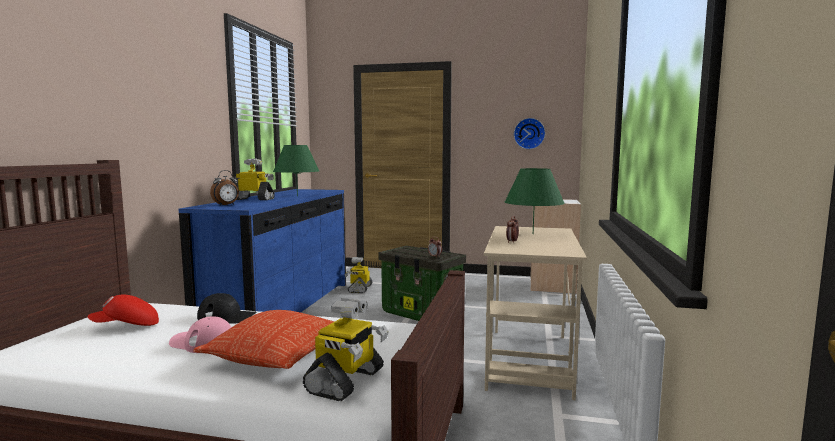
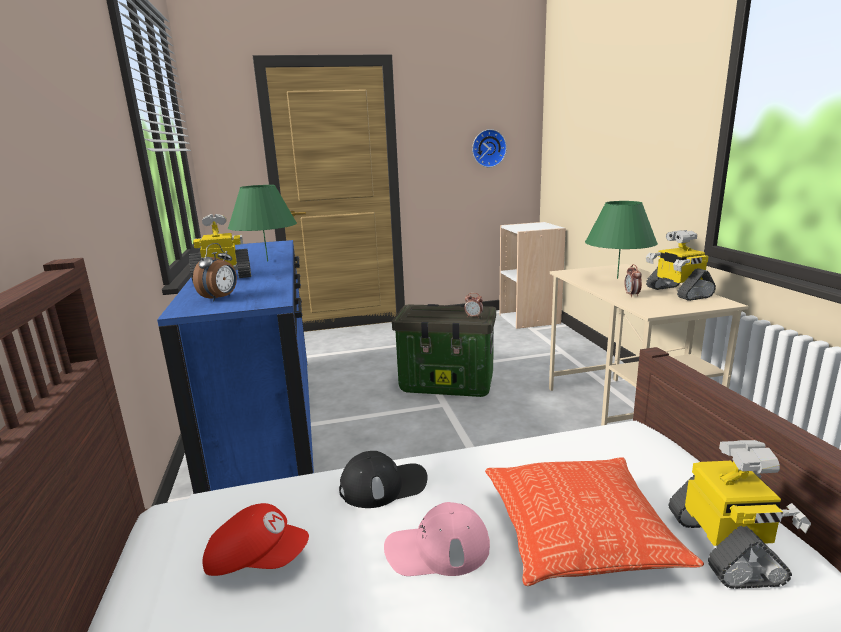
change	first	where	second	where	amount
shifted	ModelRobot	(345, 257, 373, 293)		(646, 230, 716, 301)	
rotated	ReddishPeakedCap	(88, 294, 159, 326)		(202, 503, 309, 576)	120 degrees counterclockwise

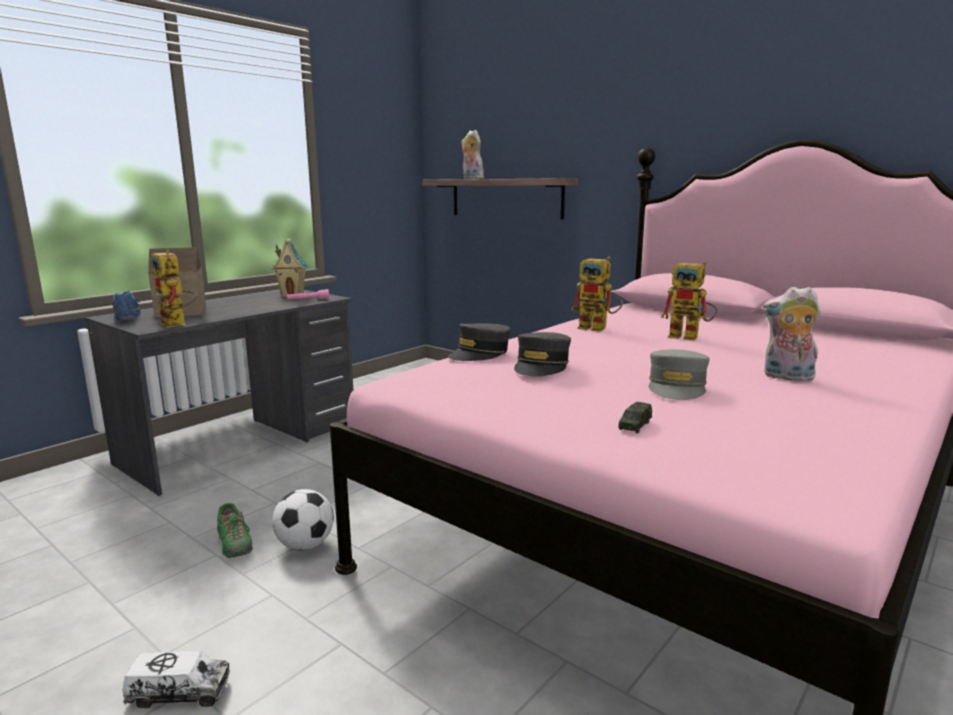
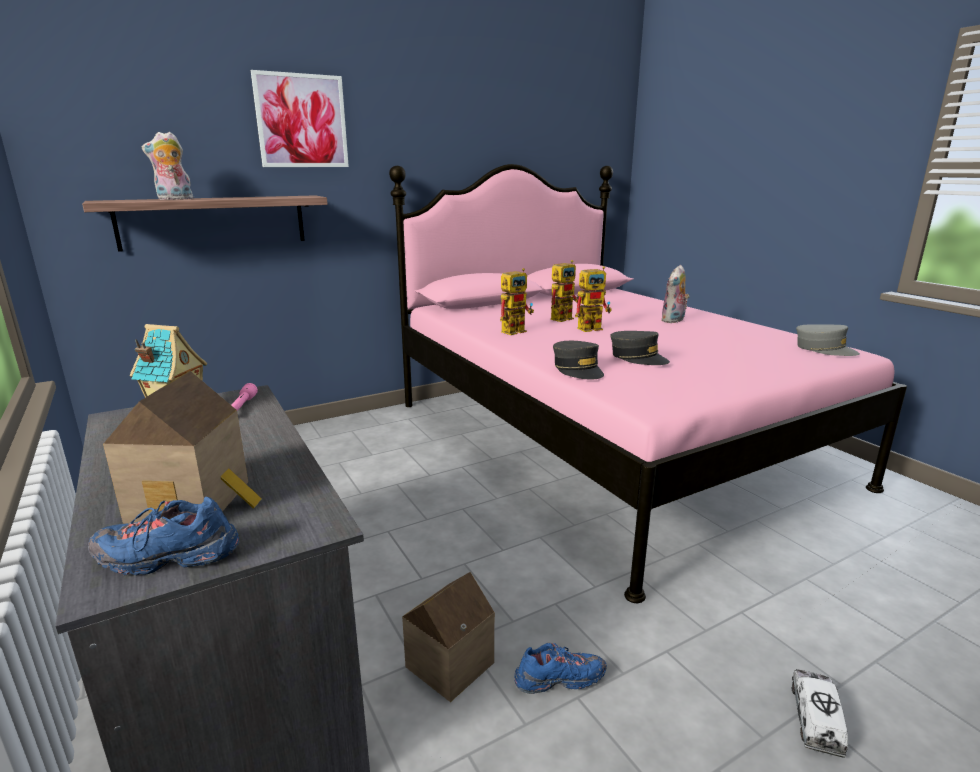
change	first	where	second	where	amount
gone	FootballBall	(272, 489, 334, 550)			
gone	ModelCar	(618, 402, 652, 433)			
new			Picture	(251, 70, 349, 167)	
new			MiniatureHouse	(402, 572, 495, 702)	
shifted	ModelRobot	(151, 251, 197, 328)		(575, 266, 612, 332)	
shifted	GrayPeakedCap	(648, 349, 710, 400)		(796, 324, 860, 356)	
repainted	GreenItemOfFootwear	(217, 503, 253, 558)	BlueColouredItemOfFootwear	(515, 643, 607, 694)	

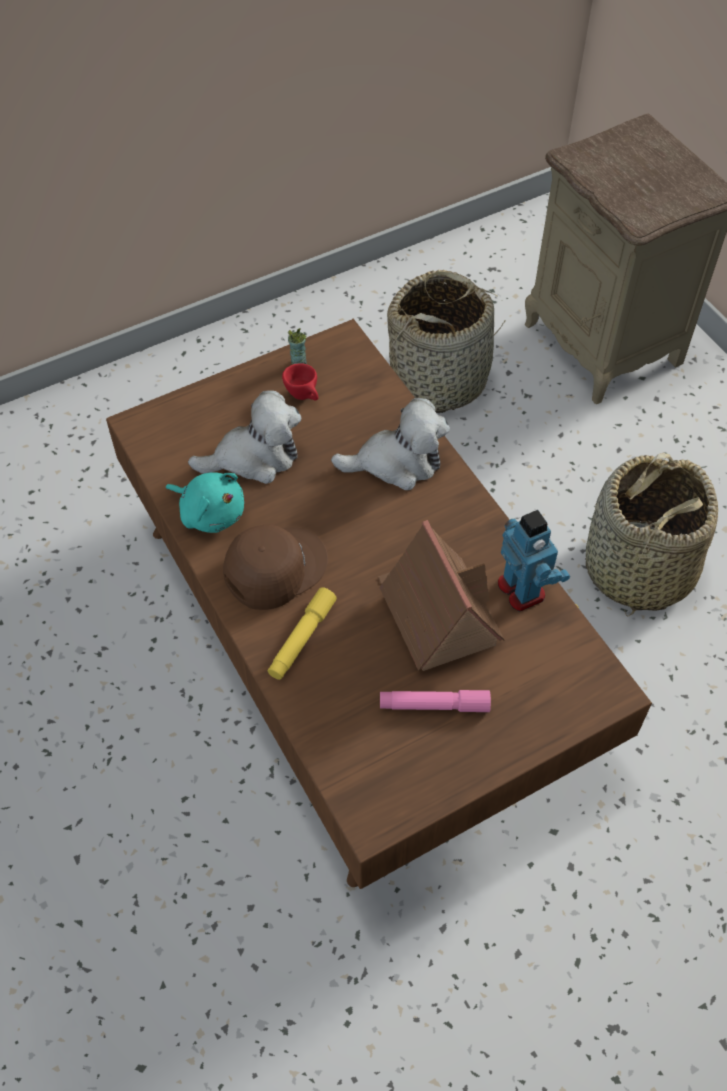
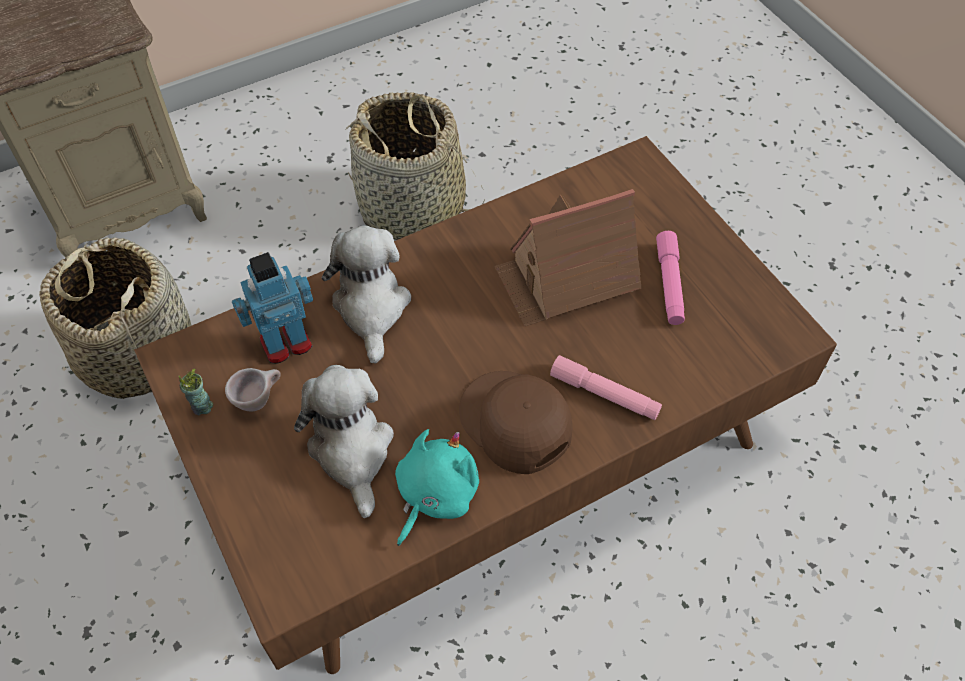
change	first	where	second	where	amount
shifted	ModelRobot	(498, 510, 570, 612)		(232, 252, 313, 364)	
repainted	YellowTorch	(268, 587, 337, 680)	PinkishTorch	(550, 355, 662, 420)	
repainted	ReddishCup	(282, 363, 319, 400)	BeigeColouredCup	(225, 368, 281, 412)	

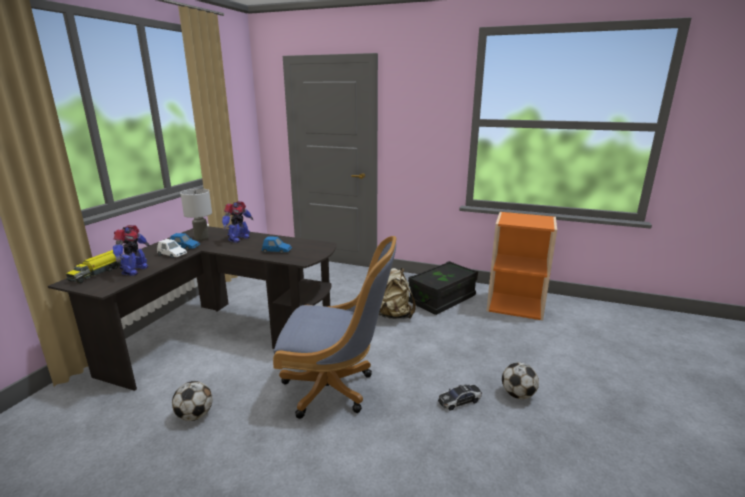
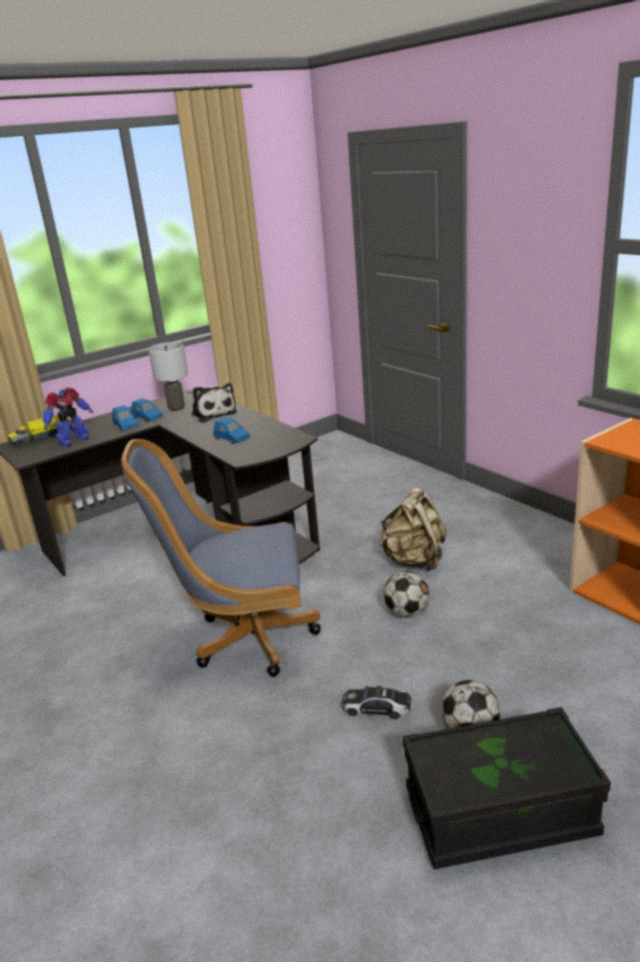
change	first	where	second	where	amount
shifted	FootballBall	(172, 381, 212, 421)		(384, 571, 430, 618)	
shifted	BlackishStorageBox	(408, 261, 478, 315)		(403, 707, 611, 869)	
swapped	ModelRobot	(222, 201, 253, 243)	SoftToy	(191, 383, 237, 423)	
repainted	WhitishModelCar	(157, 239, 187, 258)	BlueColouredModelCar	(112, 405, 138, 431)	
rotated	BlueColouredComputerChair	(273, 236, 396, 419)		(121, 439, 321, 677)	135 degrees clockwise

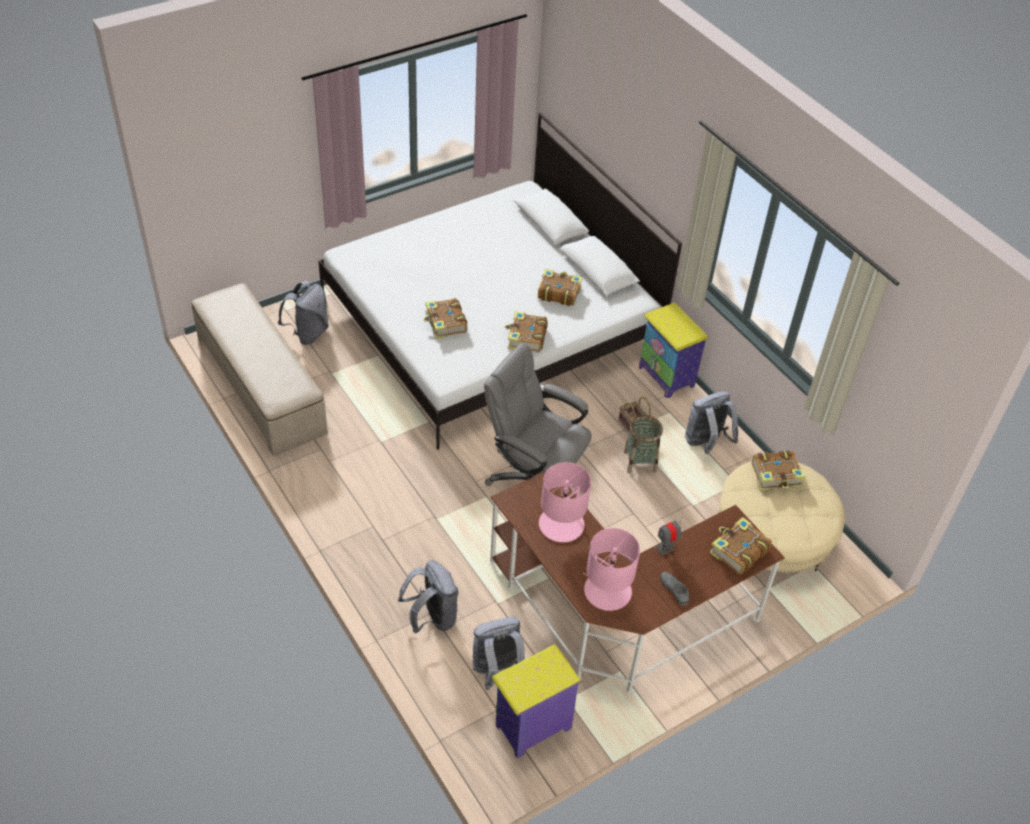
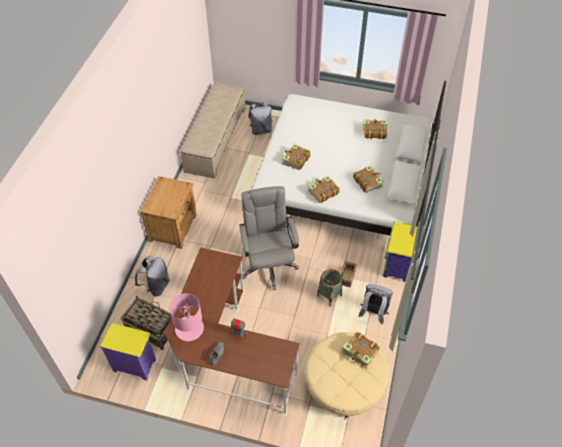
change	first	where	second	where	amount
gone	PinkishTableLamp	(539, 462, 591, 542)			
new			BrownColouredNightstand	(140, 176, 197, 249)	
shifted	BoundBook	(709, 517, 772, 575)		(363, 119, 387, 139)	
swapped	GrayKnapsack	(473, 617, 525, 690)	StorageBasket	(121, 296, 171, 350)	

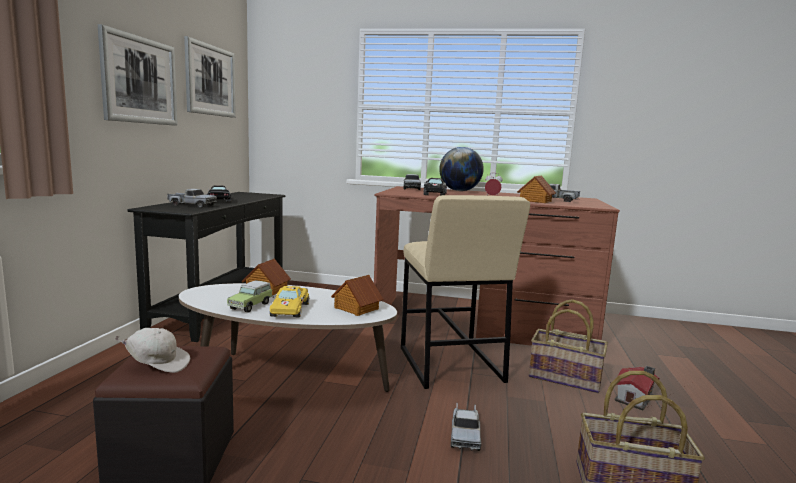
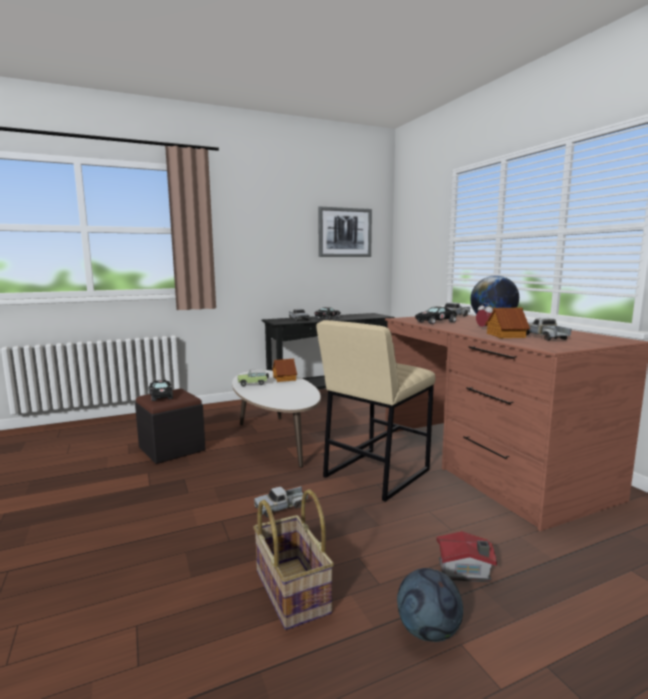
change	first	where	second	where	amount
gone	Picture	(98, 24, 178, 126)			
gone	YellowModelCar	(270, 286, 309, 317)			
gone	MiniatureHouse	(331, 275, 384, 316)			
gone	StorageBasket	(529, 299, 608, 393)			
new			FootballBall	(397, 568, 463, 642)	
swapped	WhitishPeakedCap	(115, 328, 190, 373)	BlackishModelCar	(149, 380, 173, 401)	

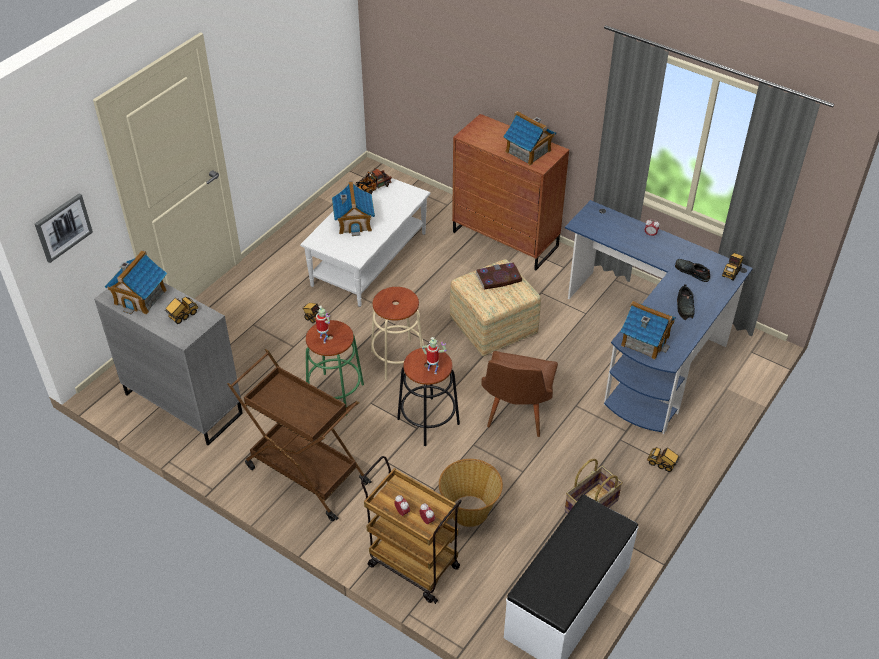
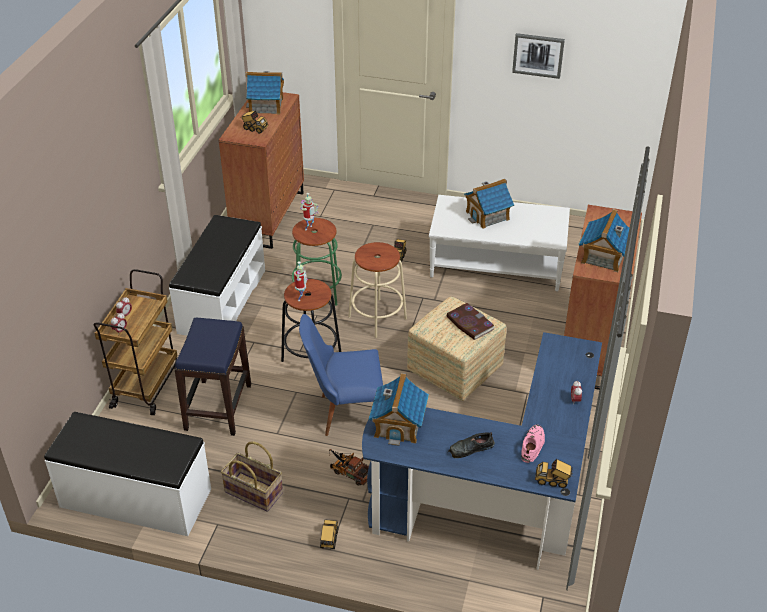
change	first	where	second	where	amount
shifted	Picture	(35, 193, 93, 263)		(512, 33, 565, 79)	
shifted	ModelTruck	(356, 168, 392, 194)		(329, 449, 369, 485)	
swapped	BrownColouredTrolley	(227, 349, 372, 521)	WhitishLongSeat	(169, 215, 265, 336)	
swapped	StorageBasket	(439, 459, 503, 527)	StoolSeat	(175, 318, 251, 436)	
repainted	GrayDrawerChest	(94, 282, 243, 445)	BrownColouredDrawerChest	(219, 92, 304, 249)	
repainted	BrownColouredChair	(481, 351, 558, 437)	BlueColouredChair	(299, 314, 383, 436)	
repainted	BlackishItemOfFootwear	(675, 259, 710, 282)	PinkishItemOfFootwear	(521, 425, 545, 463)	

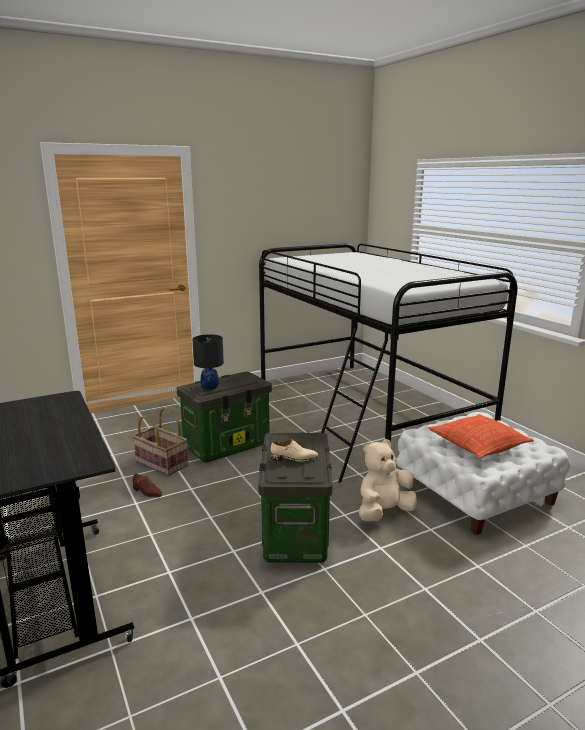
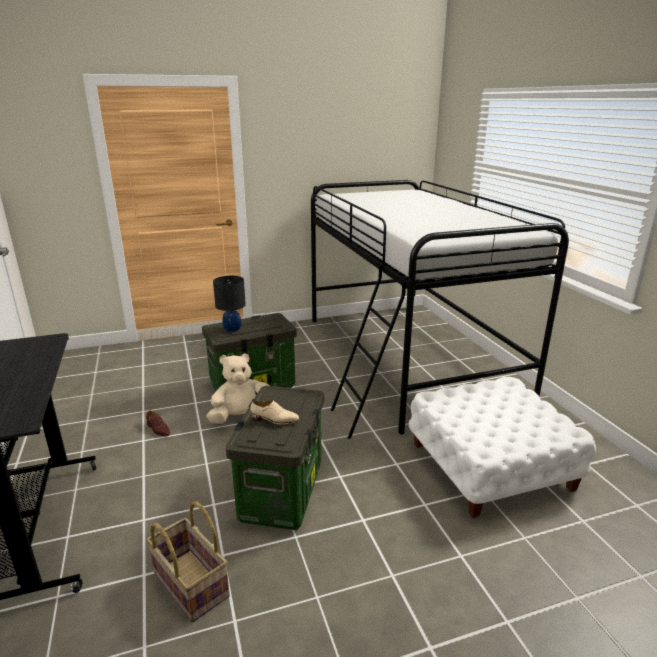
change	first	where	second	where	amount
gone	OrangeThrowPillow	(428, 414, 534, 458)			
shifted	StorageBasket	(132, 407, 188, 476)		(146, 502, 230, 622)	
shifted	BeigeColouredSoftToy	(359, 439, 417, 522)		(206, 353, 270, 424)	

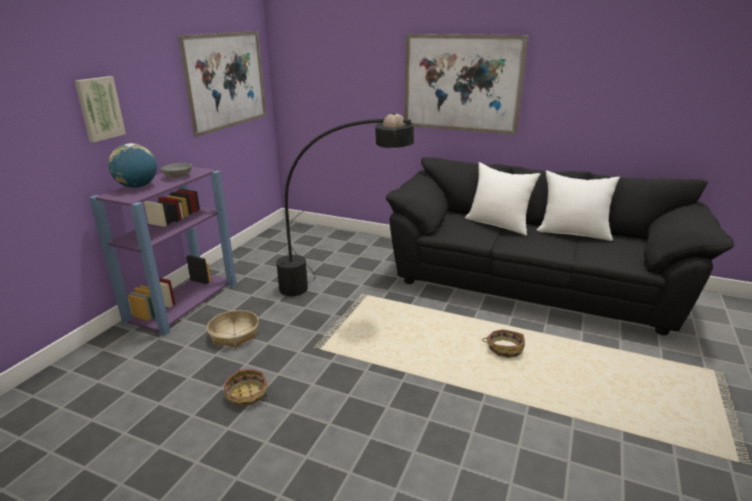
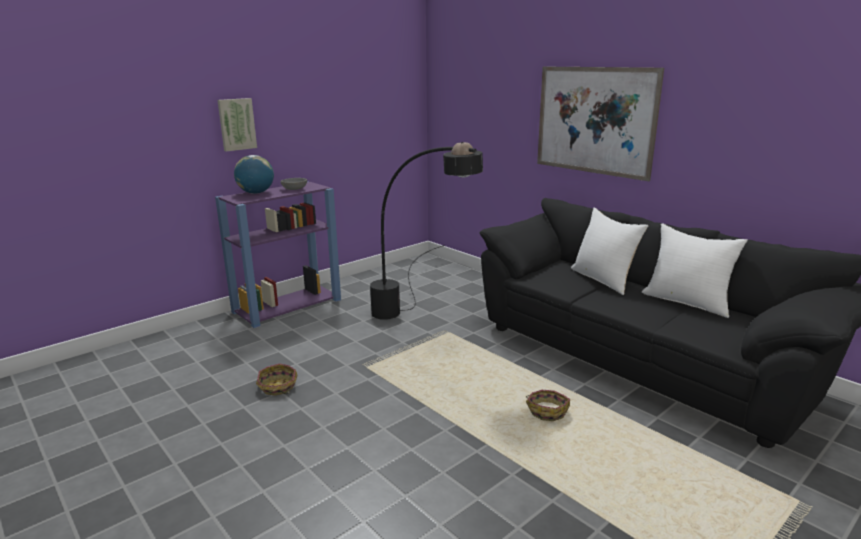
change	first	where	second	where	amount
gone	Picture	(178, 31, 267, 137)			
gone	StorageBasket	(207, 310, 259, 348)			

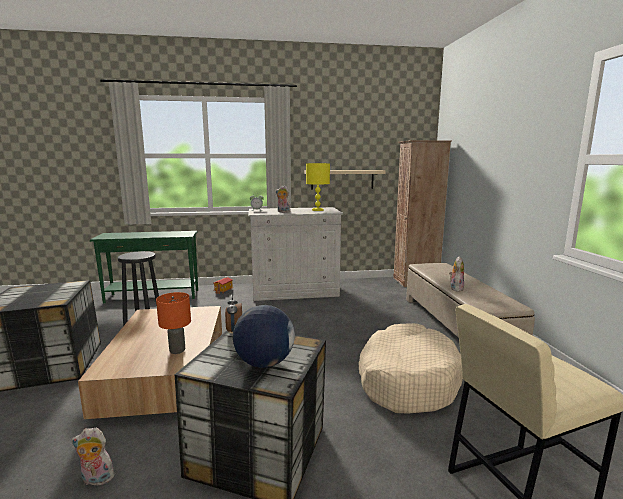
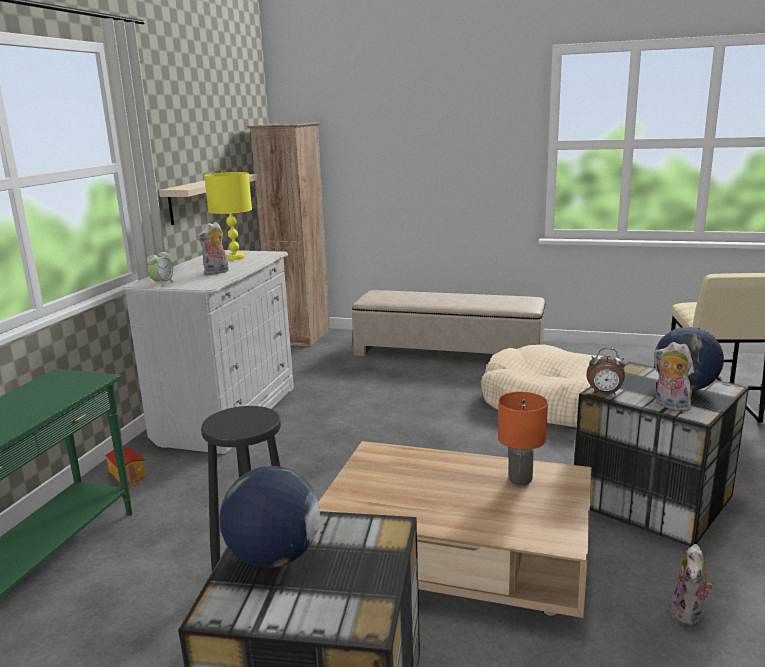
change	first	where	second	where	amount
new			DeskGlobe	(220, 466, 320, 568)	
shifted	SoftToy	(449, 256, 464, 292)		(655, 342, 693, 411)	

